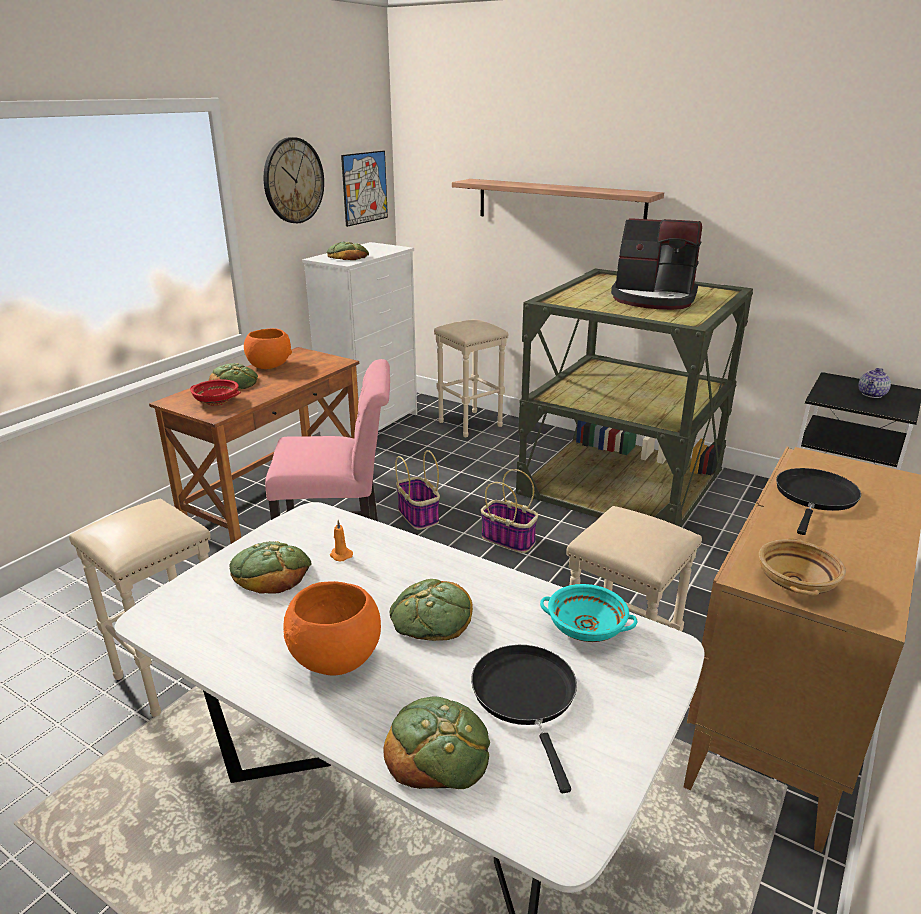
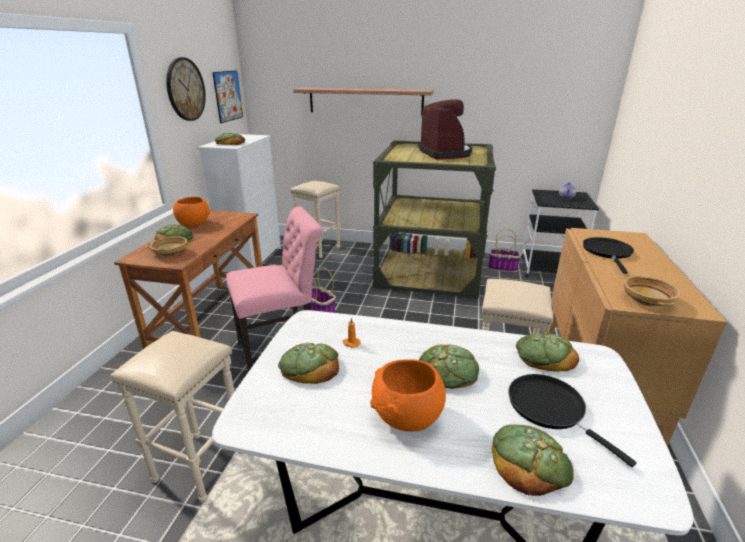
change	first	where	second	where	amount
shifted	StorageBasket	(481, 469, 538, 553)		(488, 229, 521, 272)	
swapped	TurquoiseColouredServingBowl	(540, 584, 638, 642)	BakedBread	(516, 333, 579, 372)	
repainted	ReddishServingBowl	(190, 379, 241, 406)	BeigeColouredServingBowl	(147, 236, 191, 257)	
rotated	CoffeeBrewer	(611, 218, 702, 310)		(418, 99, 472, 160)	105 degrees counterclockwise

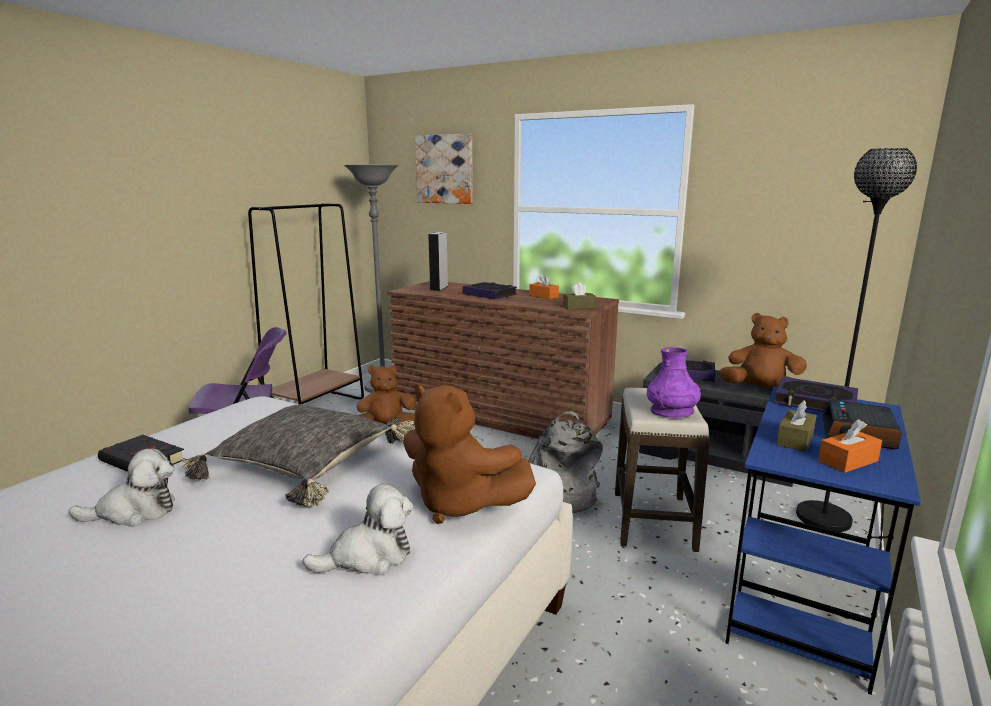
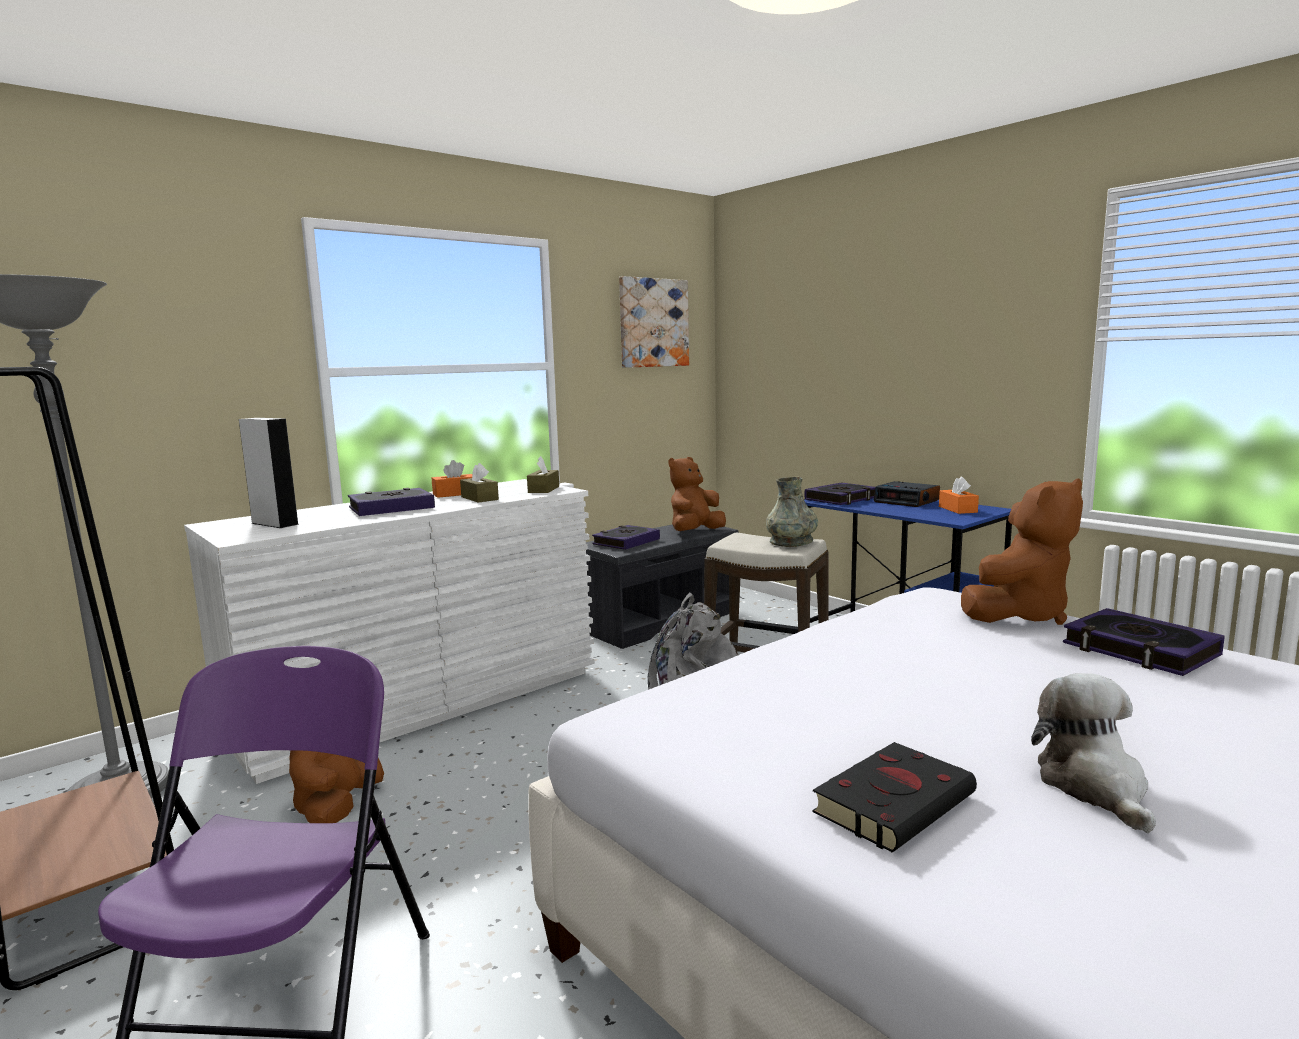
change	first	where	second	where	amount
gone	ThrowPillow	(182, 404, 414, 507)			
gone	BlackishStandardLamp	(796, 148, 917, 532)			
shifted	Picture	(415, 134, 473, 204)		(619, 276, 689, 368)	
shifted	BrownColouredTissueBox	(776, 400, 817, 452)		(460, 463, 499, 503)	
swapped	SoftToy	(303, 483, 413, 575)	BoundBook	(1063, 608, 1225, 676)	
repainted	BrownColouredDrawerChest	(387, 281, 619, 439)	WhitishDrawerChest	(184, 479, 595, 784)	
repainted	PurpleFlowerVase	(647, 347, 701, 418)	GrayFlowerVase	(766, 477, 818, 547)	

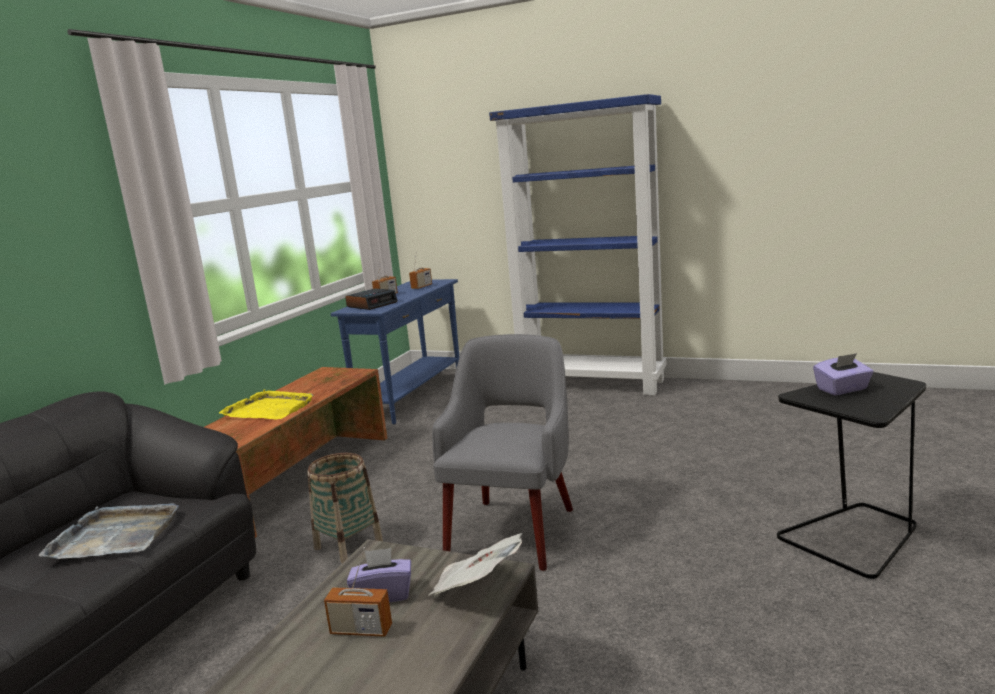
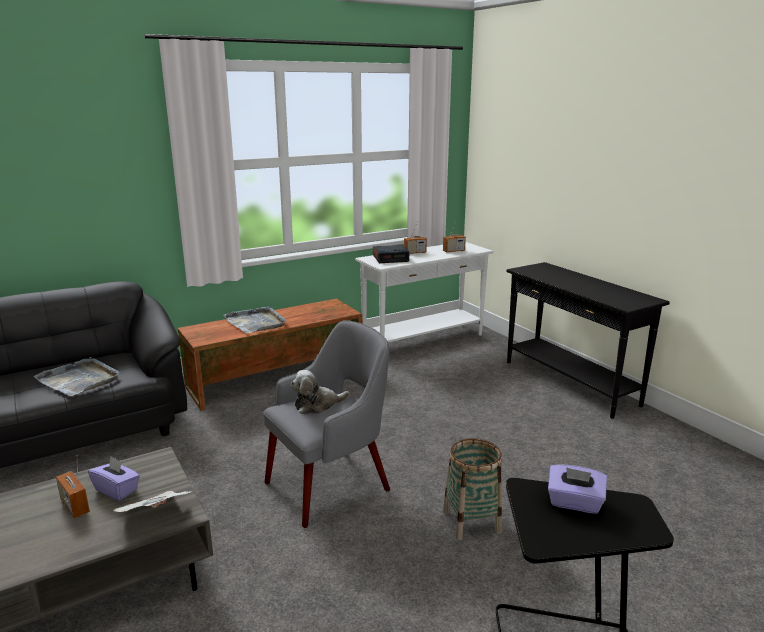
change	first	where	second	where	amount
new			SoftToy	(291, 370, 350, 414)	
shifted	StorageBasket	(307, 453, 383, 563)		(443, 438, 502, 540)	
swapped	BlueColouredBookcase	(489, 94, 667, 395)	BlackishNarrowTable	(506, 262, 670, 419)	
repainted	YellowCarryingTray	(219, 389, 314, 420)	GrayCarryingTray	(223, 306, 286, 333)	
repainted	BlueColouredNarrowTable	(331, 279, 459, 425)	WhitishNarrowTable	(355, 242, 494, 342)	

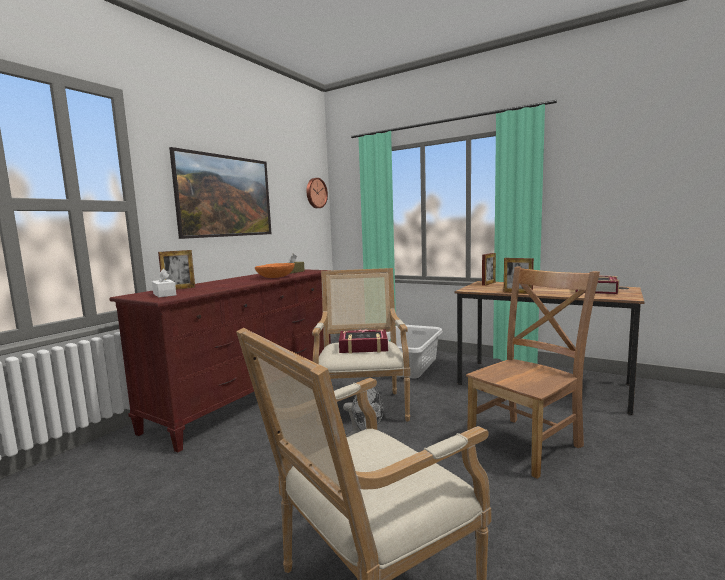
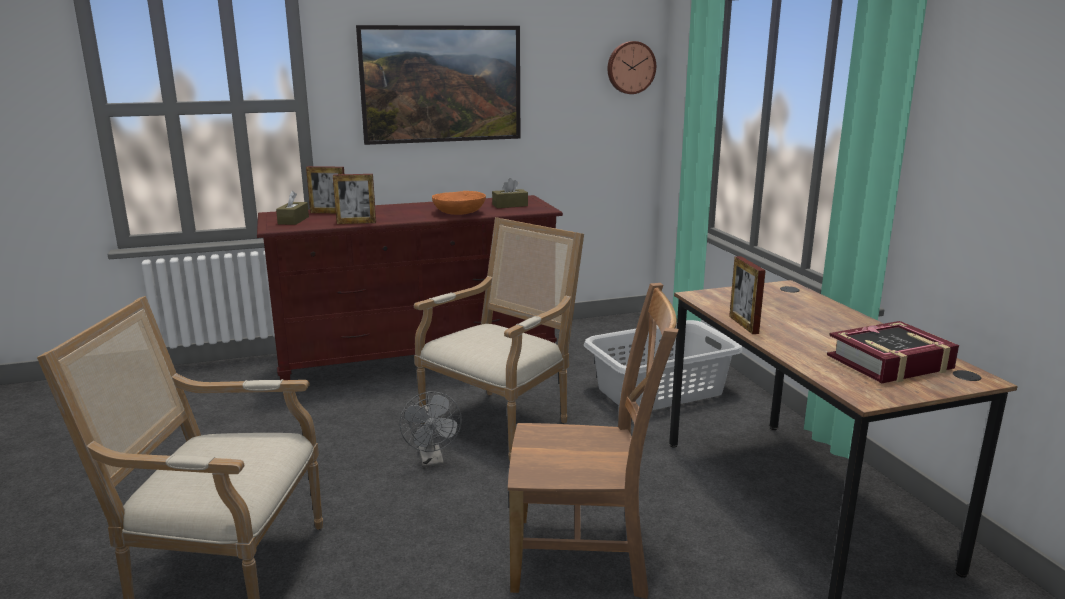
change	first	where	second	where	amount
gone	BoundBook	(339, 329, 388, 354)			
shifted	PictureFrame	(482, 253, 496, 286)		(333, 174, 376, 224)	
repainted	WhitishTissueBox	(152, 269, 176, 297)	BrownColouredTissueBox	(276, 191, 309, 225)	

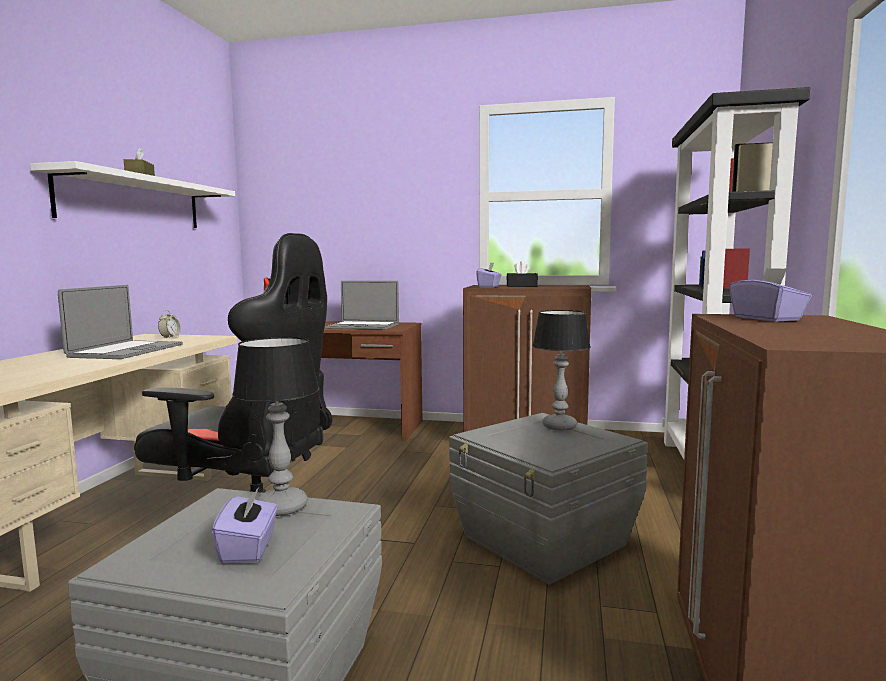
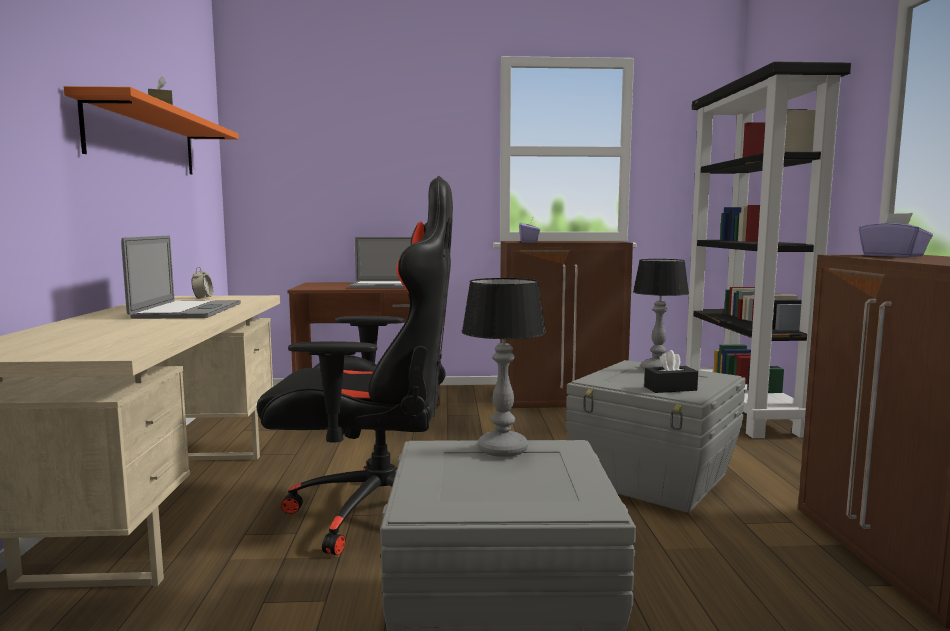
change	first	where	second	where	amount
gone	PurpleTissueBox	(212, 487, 278, 563)			
shifted	BlackishTissueBox	(506, 261, 538, 287)		(644, 350, 698, 393)	
repainted	WhitishWallShelf	(30, 161, 235, 228)	OrangeWallShelf	(64, 86, 239, 174)	

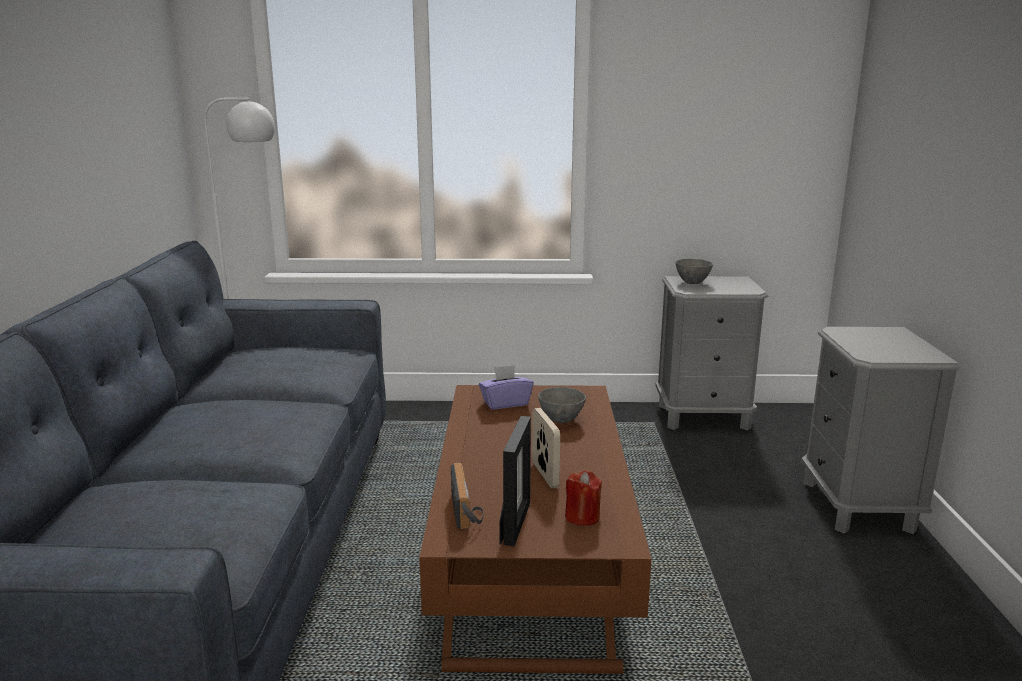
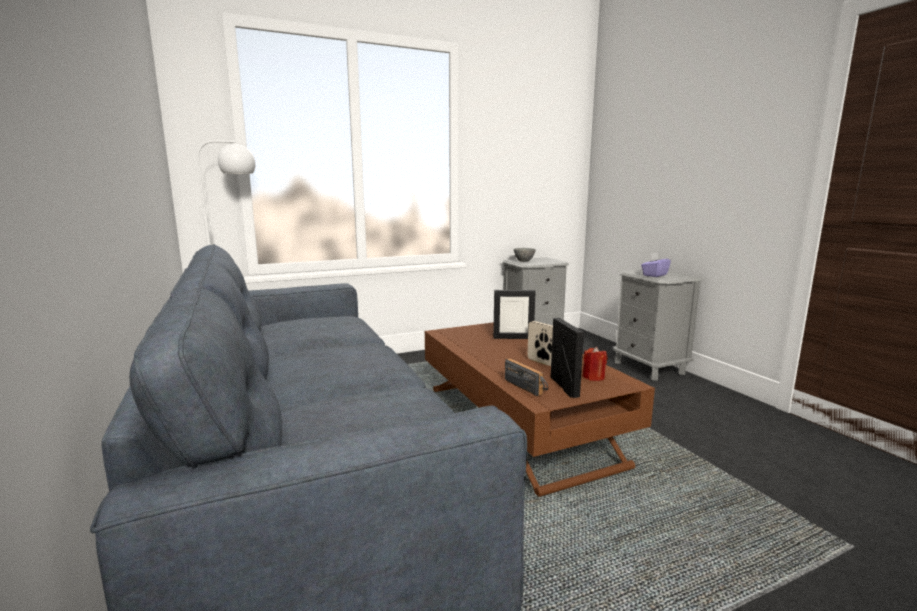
change	first	where	second	where	amount
shifted	PurpleTissueBox	(479, 365, 534, 410)		(641, 253, 671, 277)	
swapped	GrayServingBowl	(538, 387, 586, 423)	PictureFrame	(493, 290, 536, 339)	

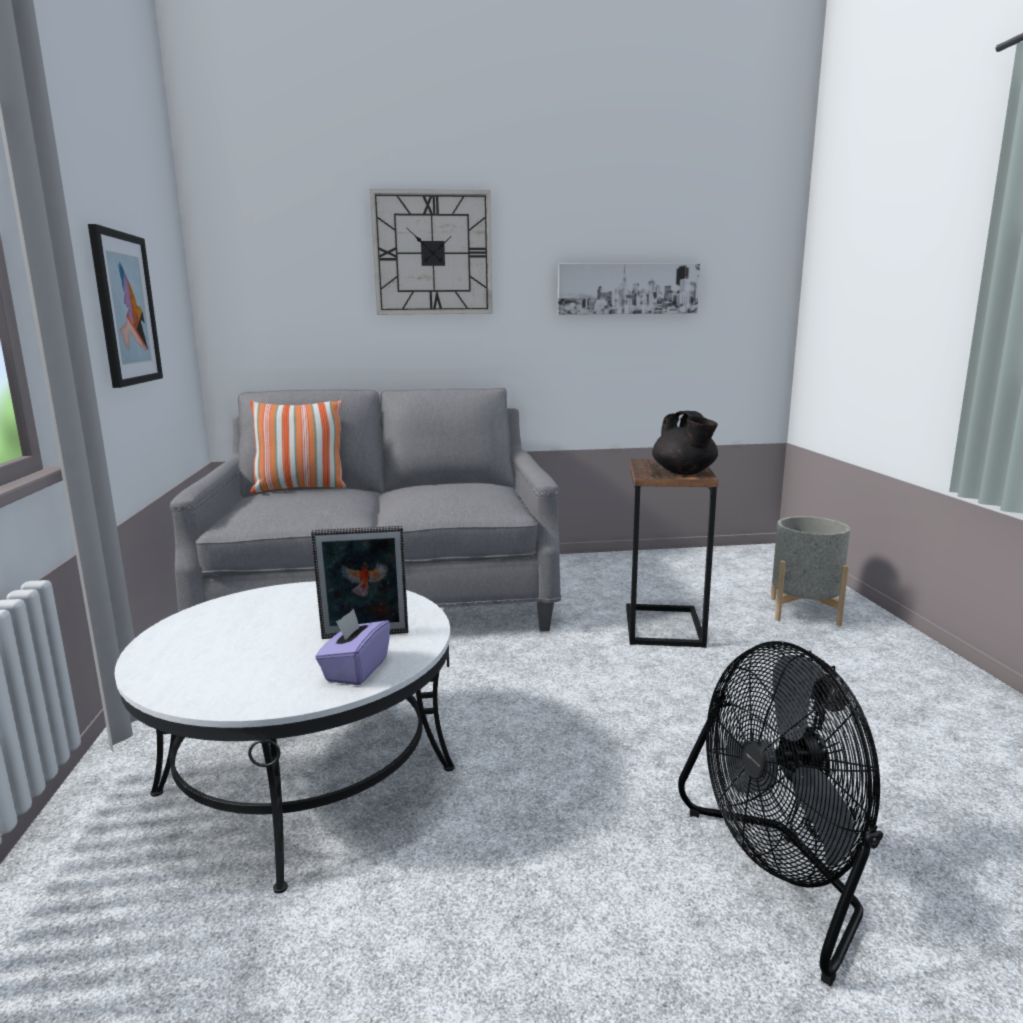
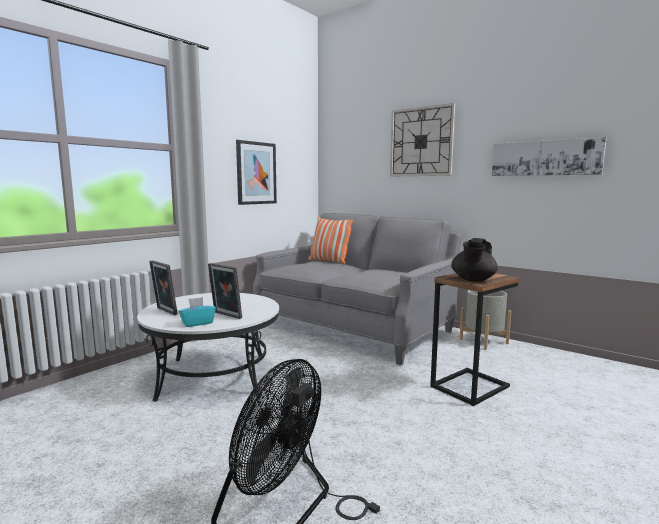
change	first	where	second	where	amount
new			PictureFrame	(149, 260, 178, 315)	
shifted	GrayPlanter	(771, 516, 850, 626)		(459, 290, 511, 350)	
repainted	PurpleTissueBox	(315, 609, 391, 685)	TurquoiseColouredTissueBox	(178, 297, 216, 327)	

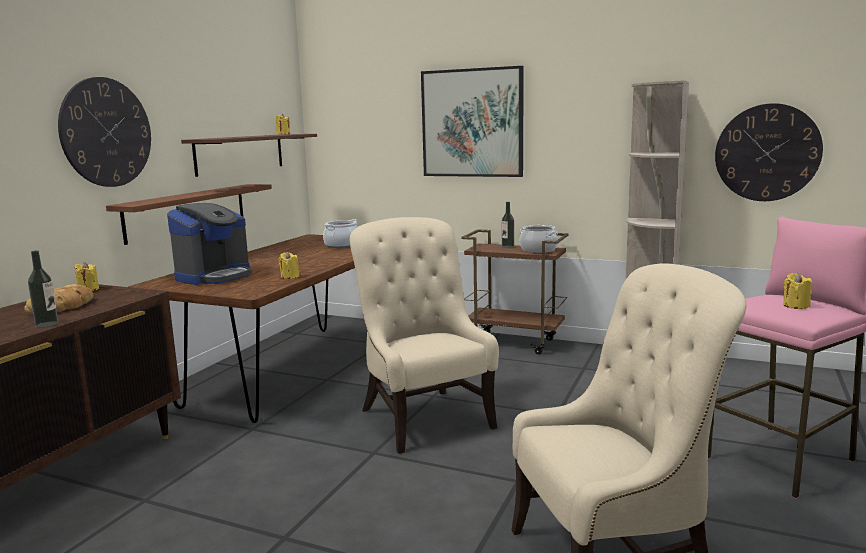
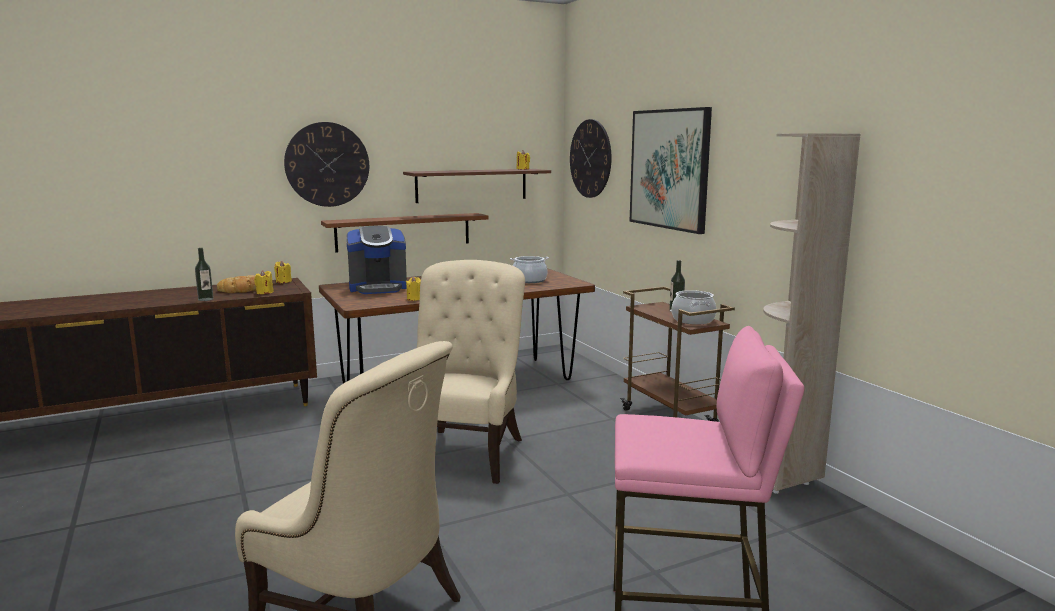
change	first	where	second	where	amount
shifted	WallClock	(715, 103, 823, 201)		(570, 119, 611, 198)	
shifted	YellowWaxLight	(783, 273, 812, 309)		(254, 270, 274, 294)	

